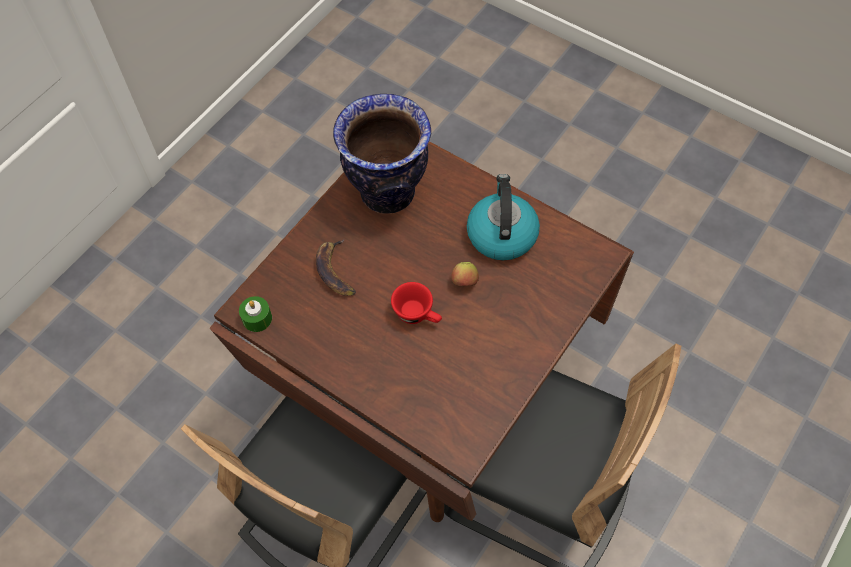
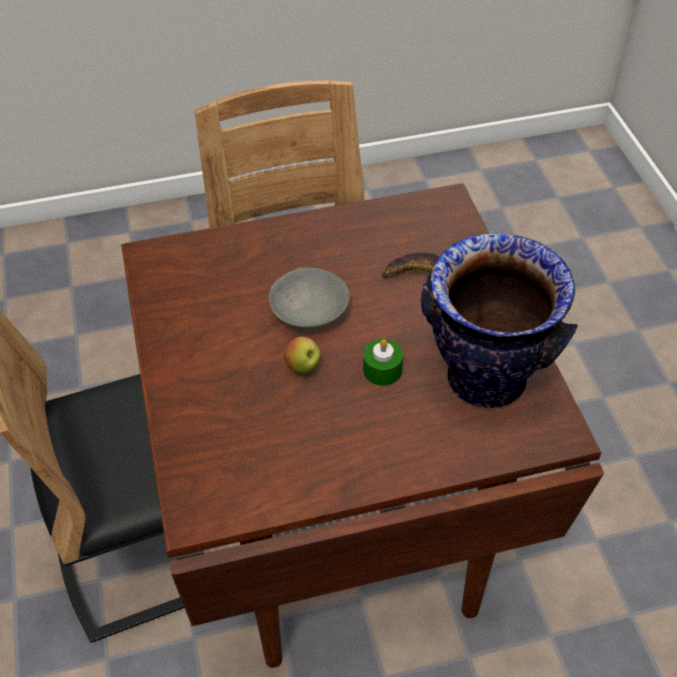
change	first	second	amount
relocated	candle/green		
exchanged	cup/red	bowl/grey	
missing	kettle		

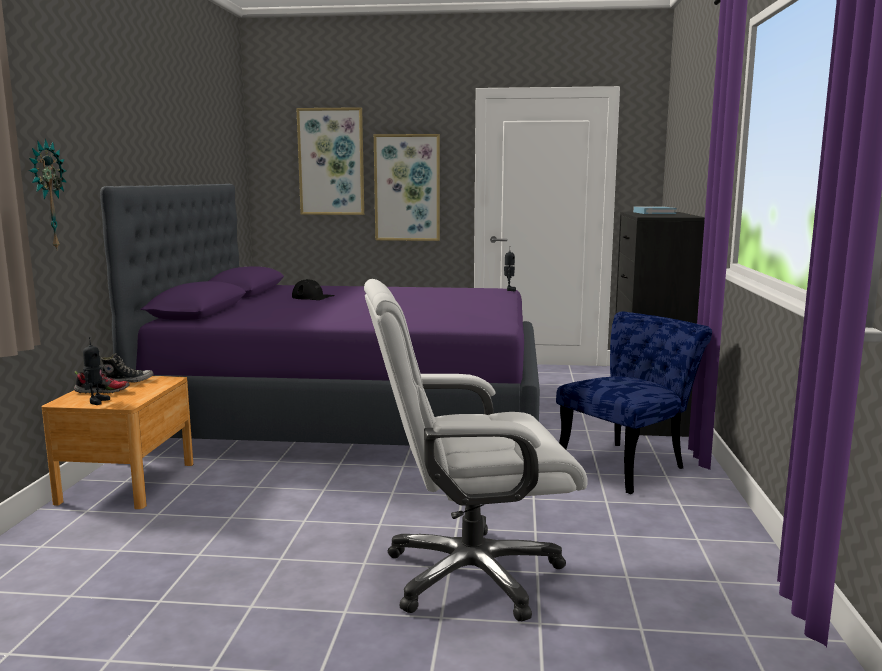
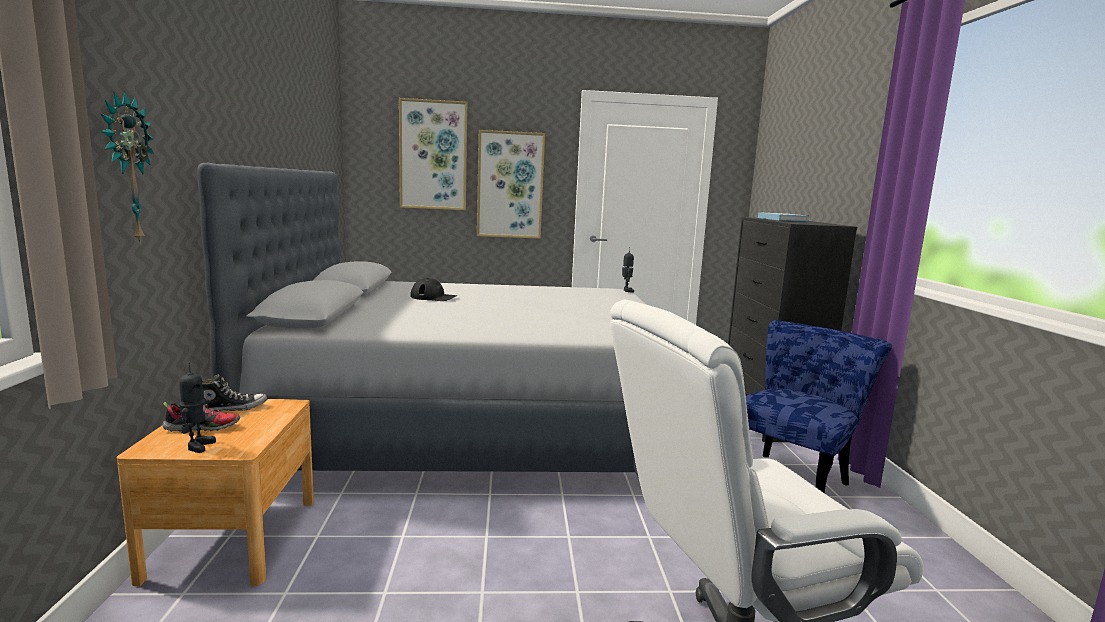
change	first	second	amount
colour	bed/purple	bed/grey	

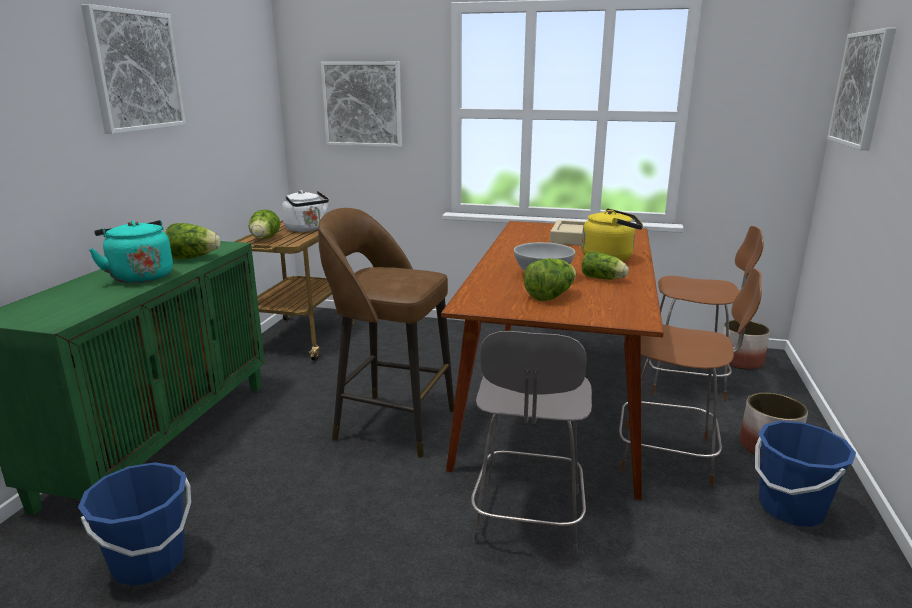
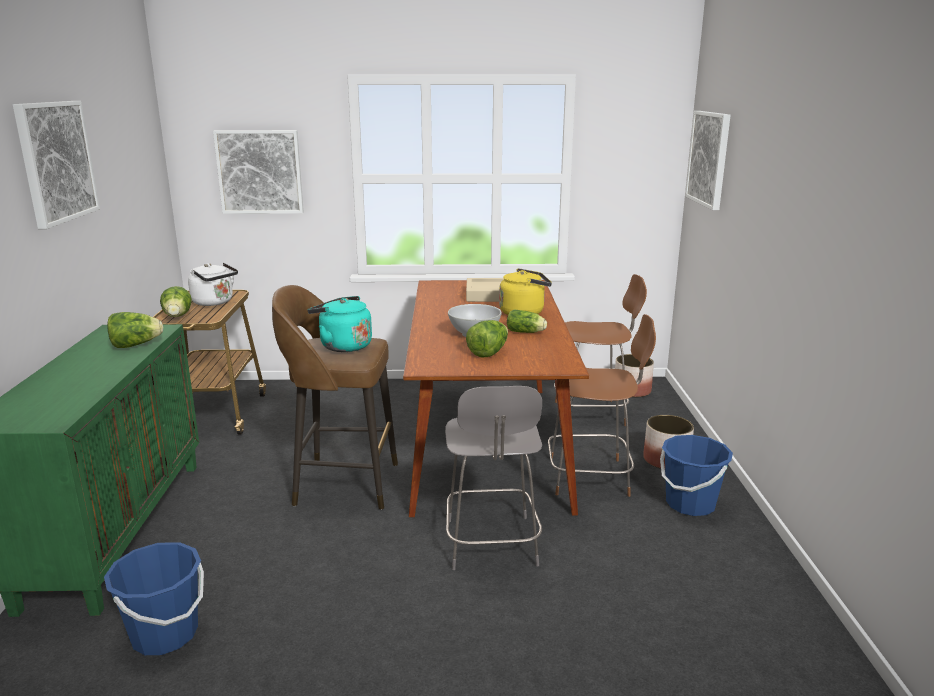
change	first	second	amount
relocated	kettle/turquoise		

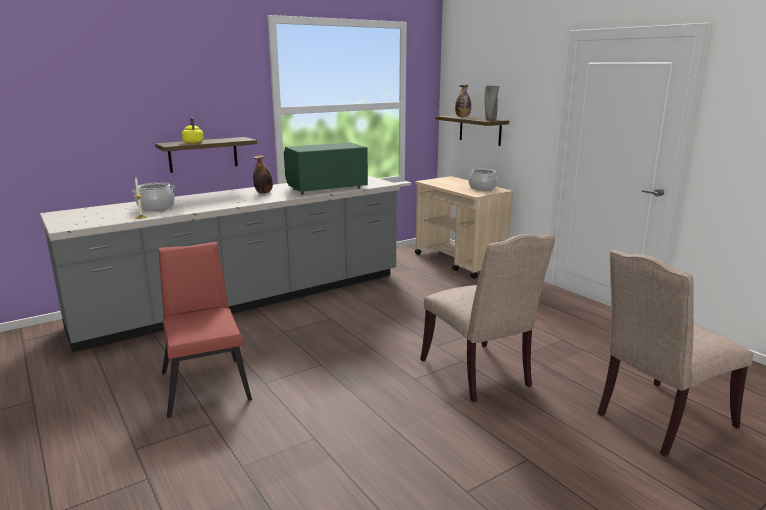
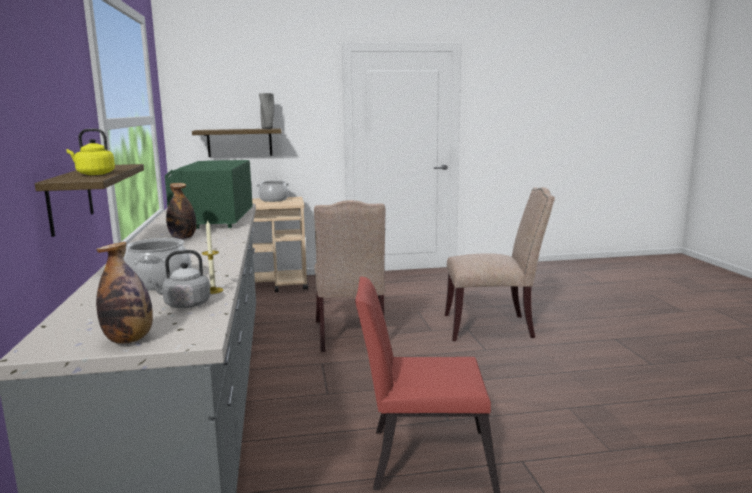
change	first	second	amount
relocated	bottle (no. 2 from left in the first image)	bottle (no. 1 from left)	
relocated	chair/beige (no. 2 from left in the first image)	chair/beige (no. 1 from left)	
appeared		kettle/grey	

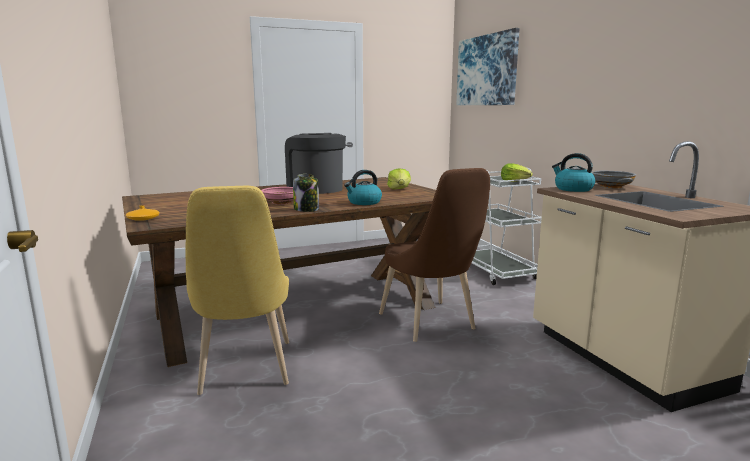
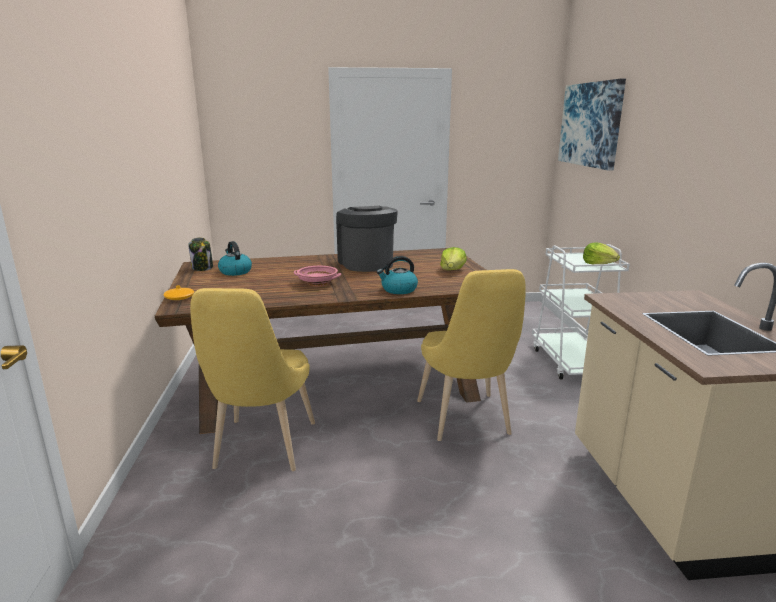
change	first	second	amount
relocated	jar		
colour	chair/brown	chair/yellow (no. 2 from left)	
relocated	kettle (no. 2 from left in the first image)	kettle (no. 1 from left)	
missing	bowl/grey		

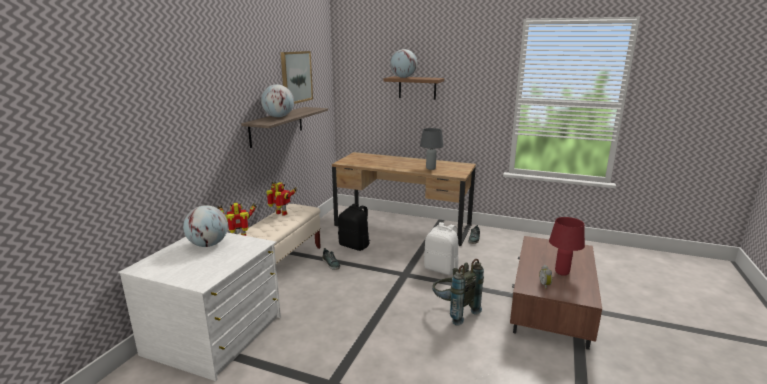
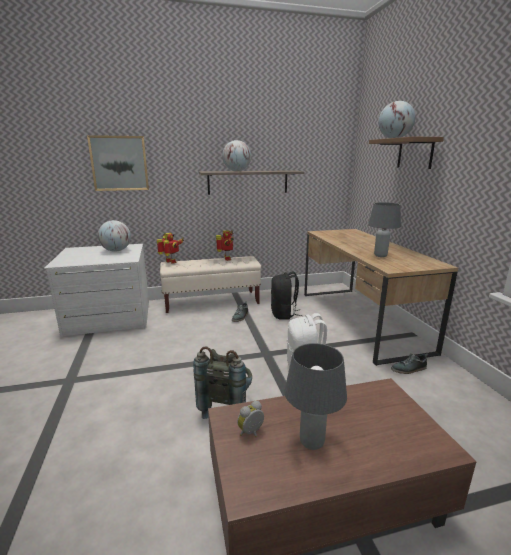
change	first	second	amount
relocated	picture		
colour	table lamp/red	table lamp/grey (no. 1 from left)	

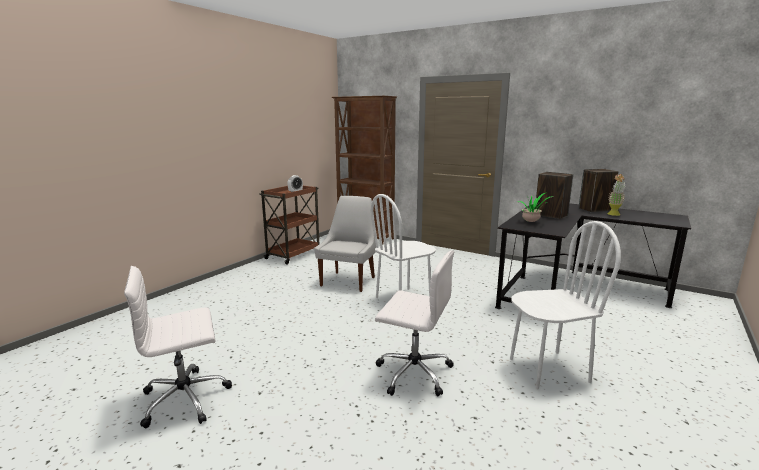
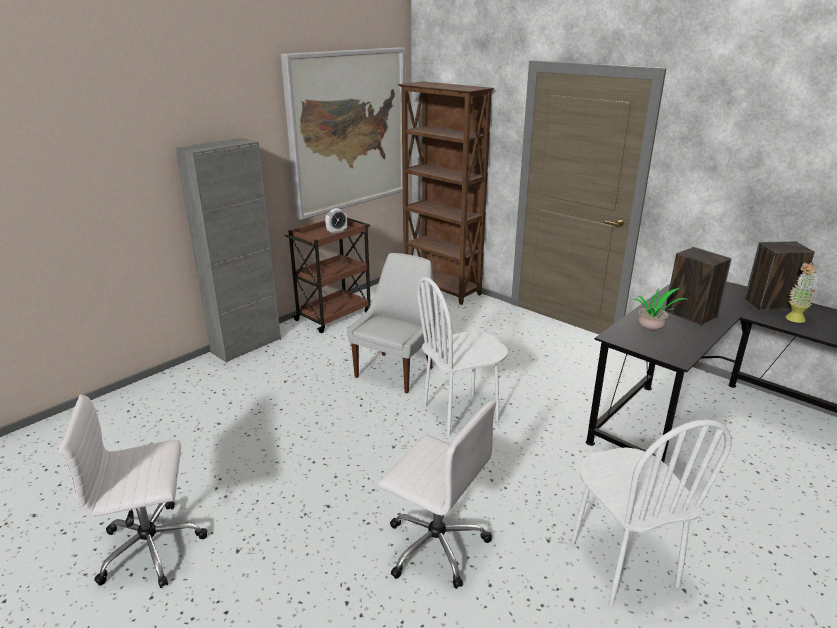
change	first	second	amount
spun	chair/white (no. 3 from left)		75 degrees clockwise
appeared		cabinet/grey	
appeared		picture	

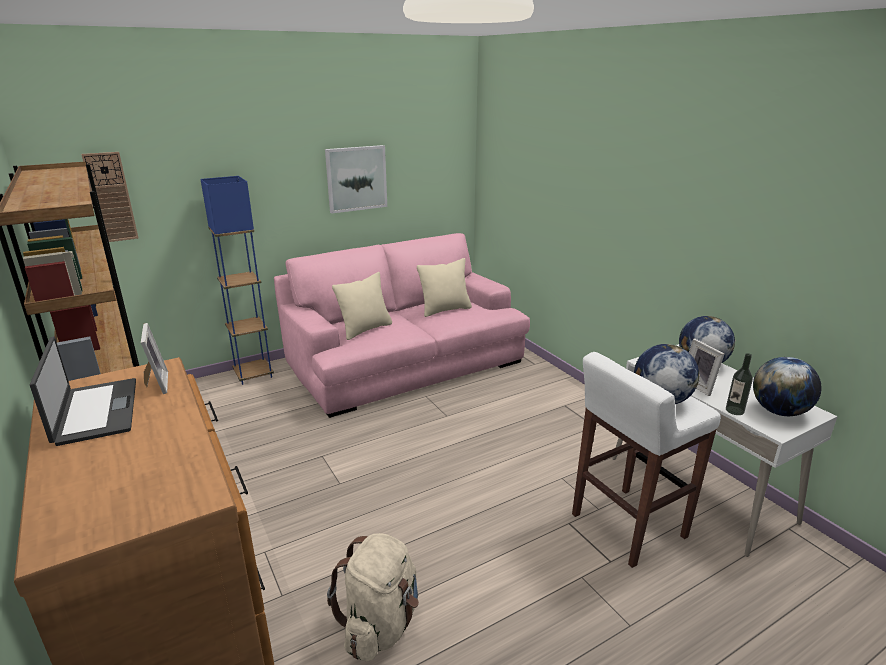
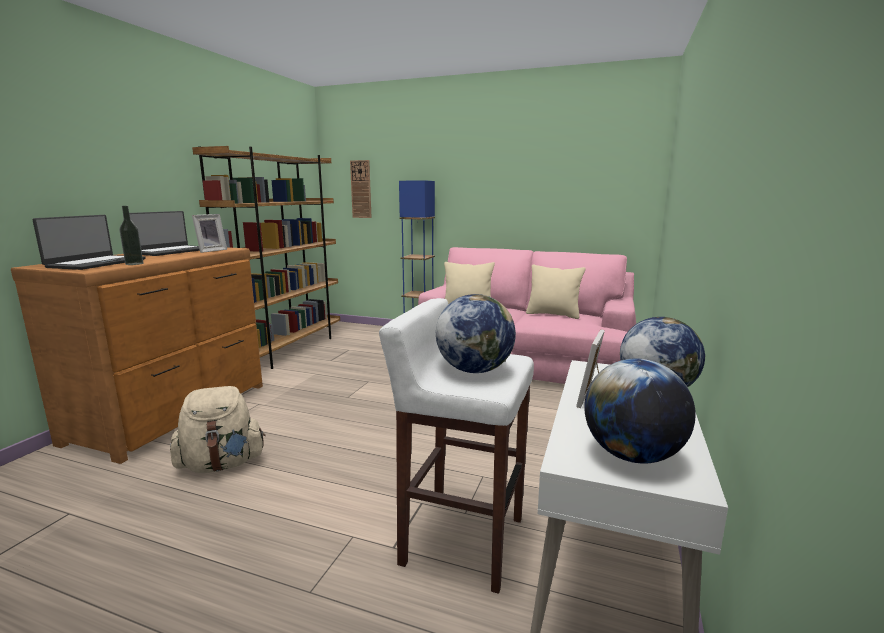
change	first	second	amount
missing	picture		
relocated	bottle		
appeared		laptop (no. 1 from left)	

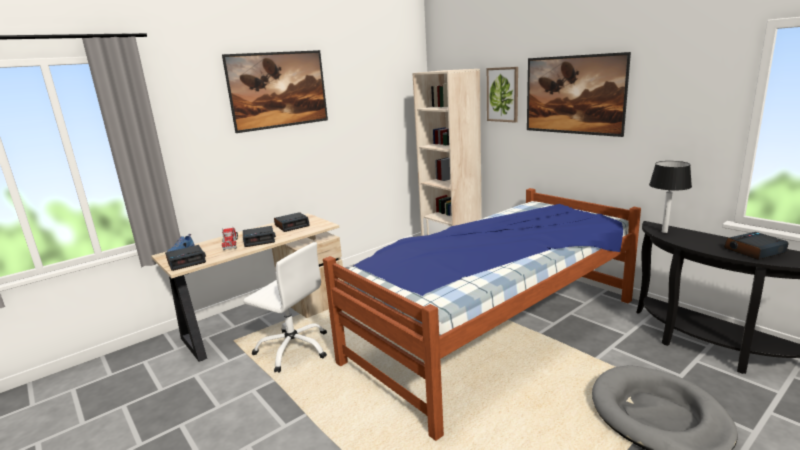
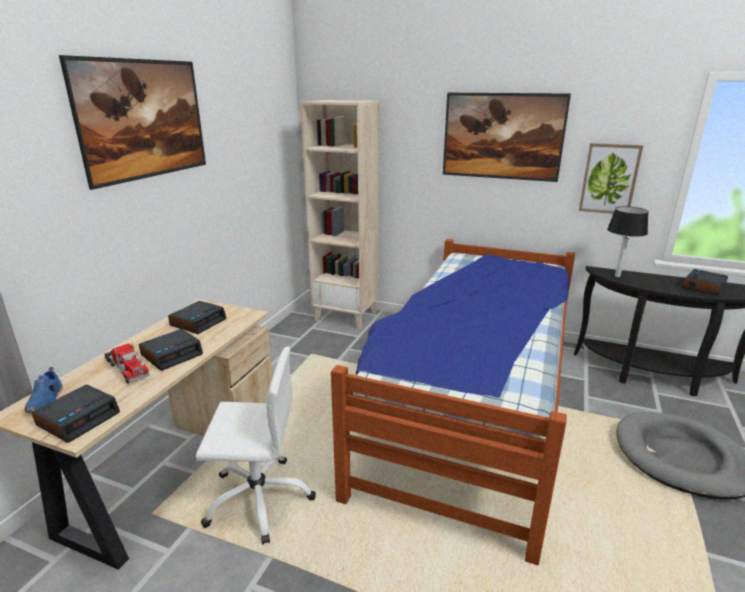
change	first	second	amount
relocated	picture (no. 2 from left in the first image)	picture (no. 3 from left)	

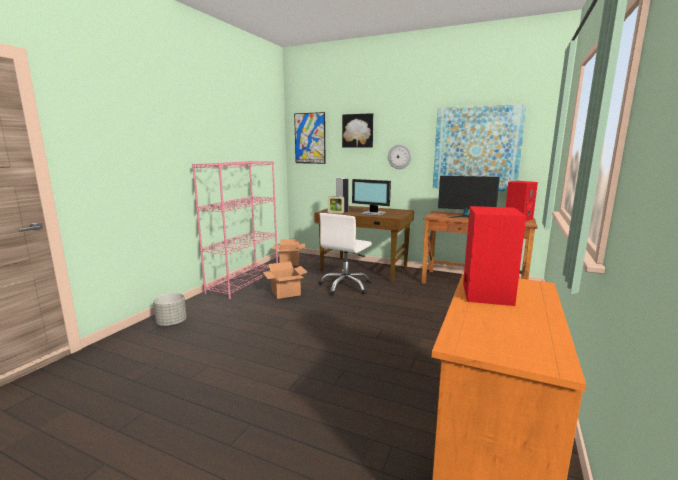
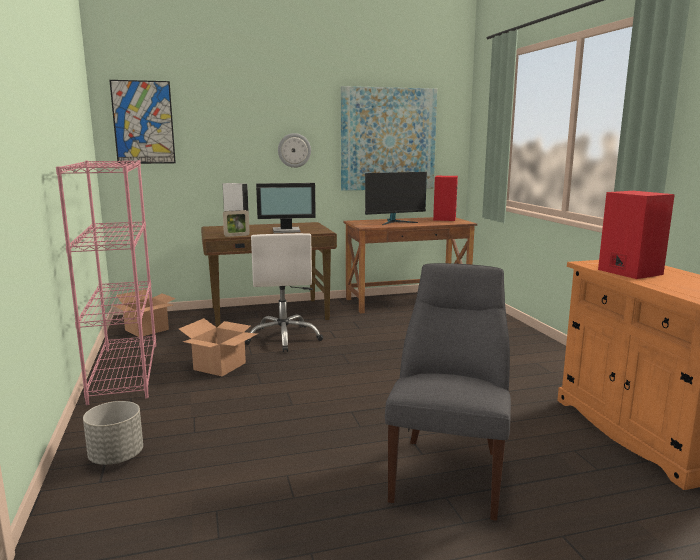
change	first	second	amount
missing	picture (no. 2 from left)		
appeared		chair/grey	

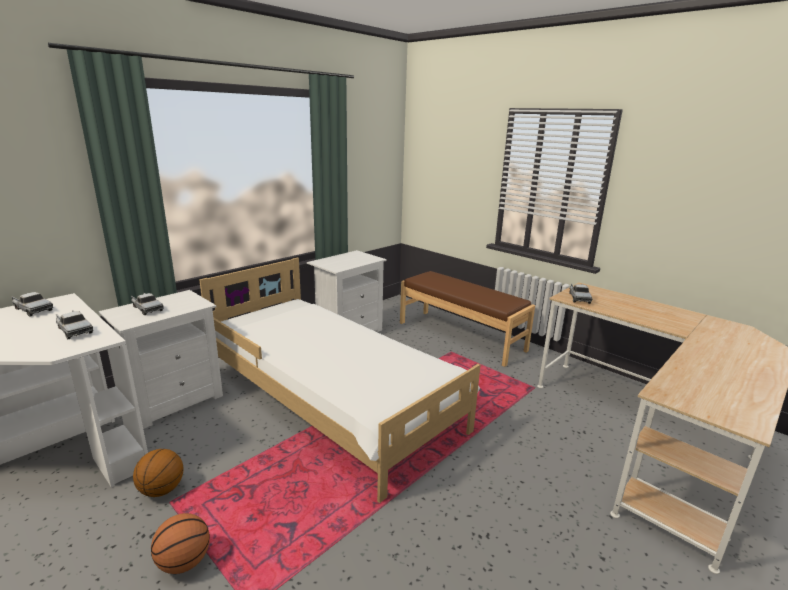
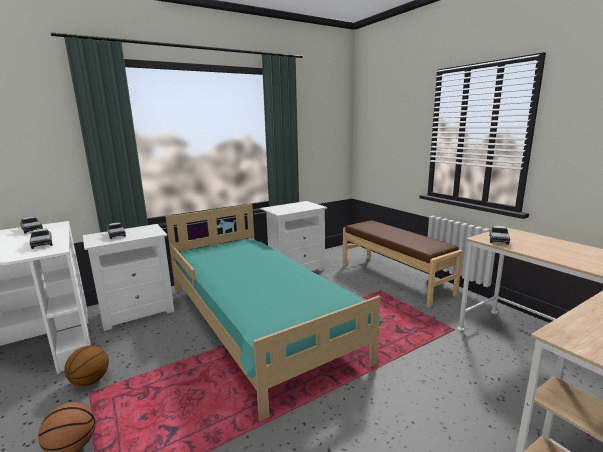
change	first	second	amount
colour	bed/white	bed/turquoise	

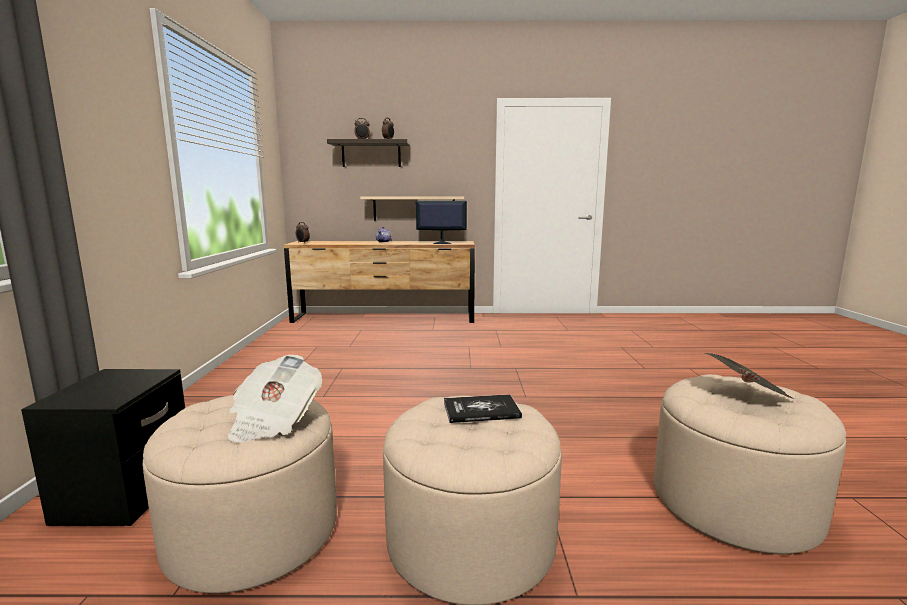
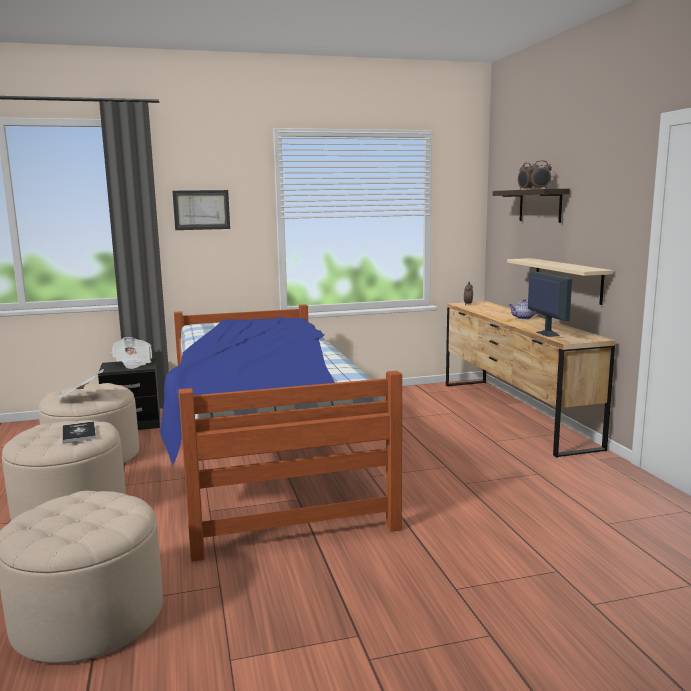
change	first	second	amount
relocated	newspaper (no. 2 from left)		
appeared		bed	
appeared		picture	

